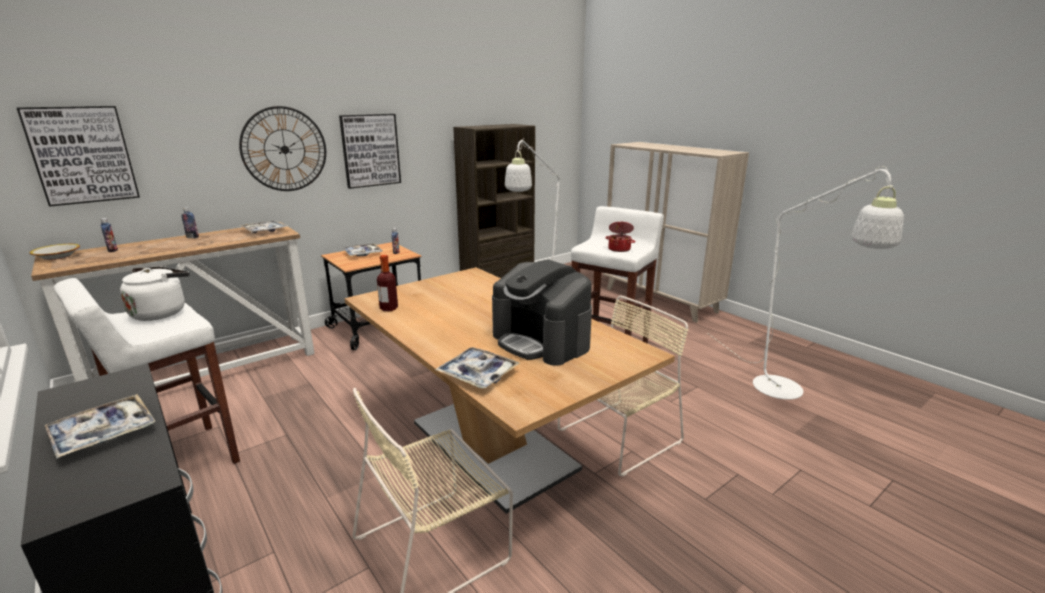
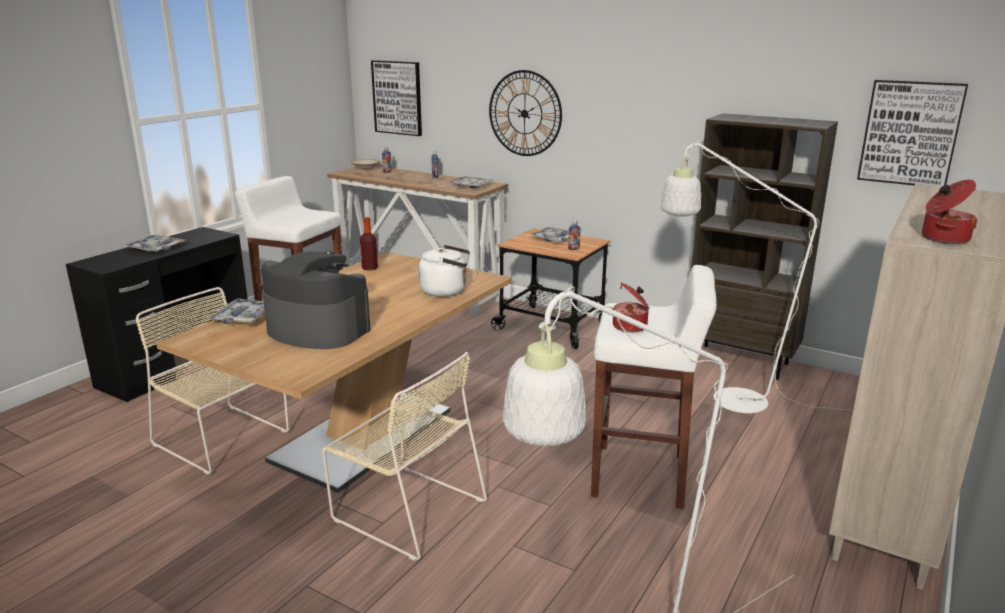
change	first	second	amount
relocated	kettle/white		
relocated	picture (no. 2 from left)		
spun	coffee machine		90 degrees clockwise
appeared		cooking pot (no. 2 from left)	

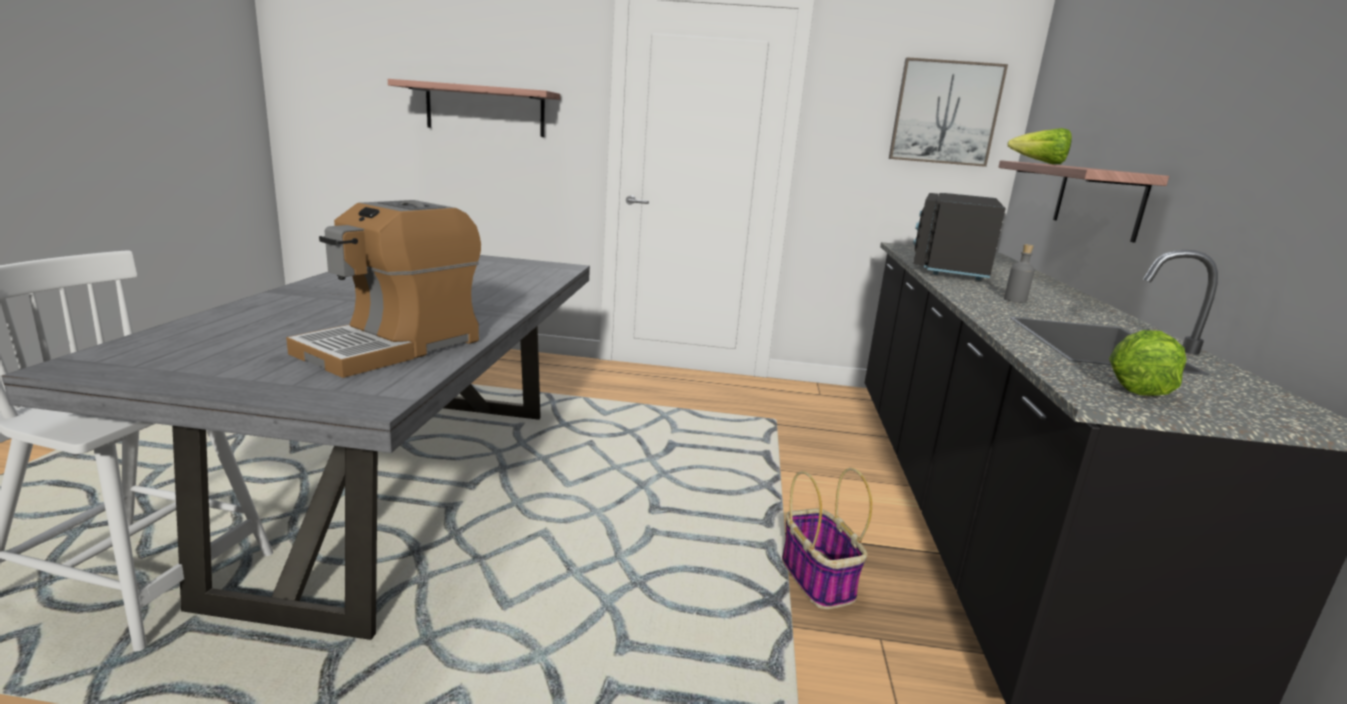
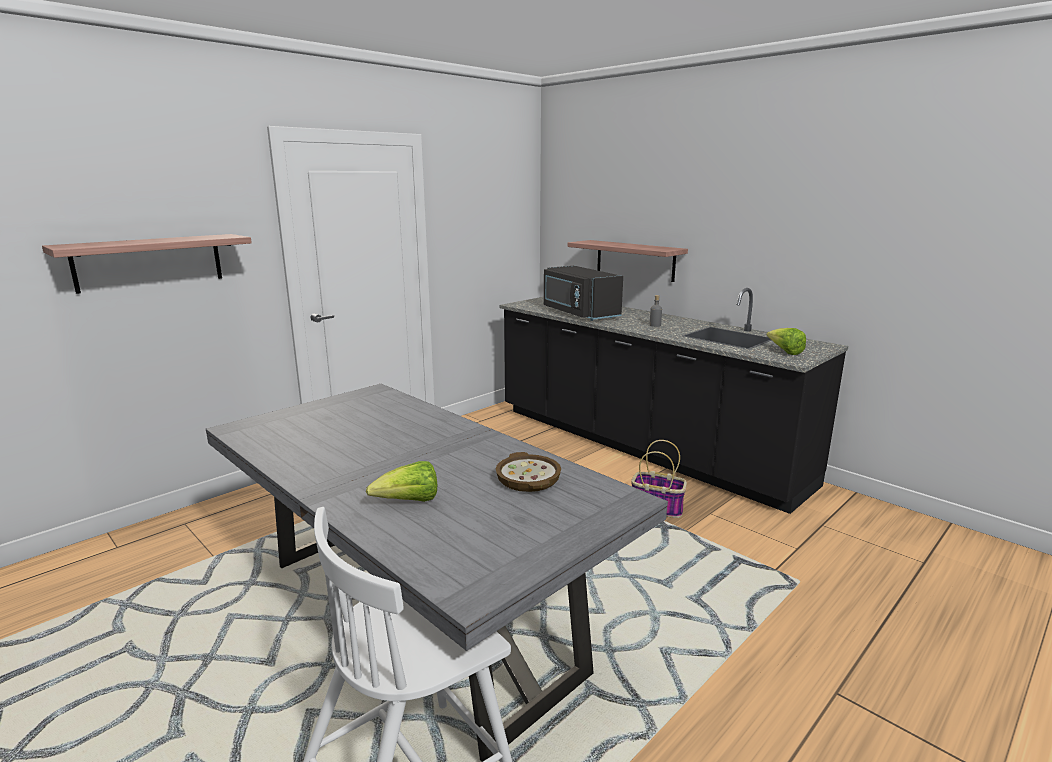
change	first	second	amount
exchanged	coffee machine	bowl	
missing	picture		
relocated	lettuce (no. 1 from left)		

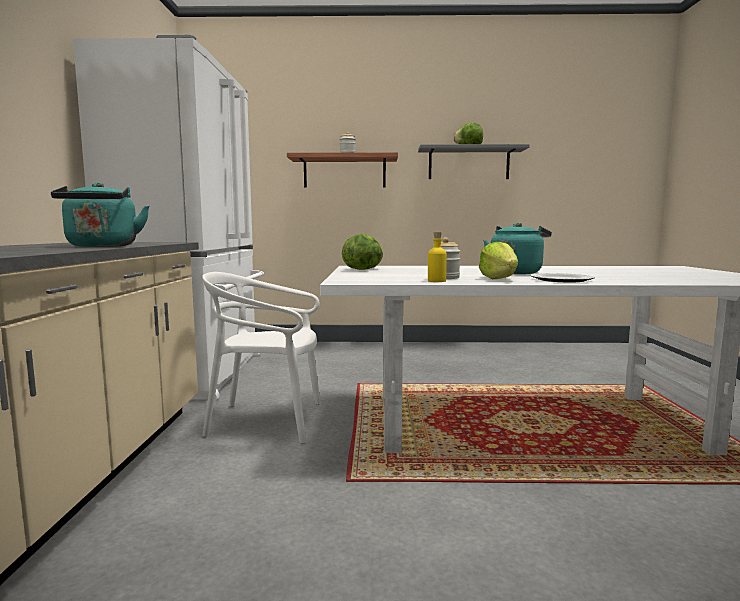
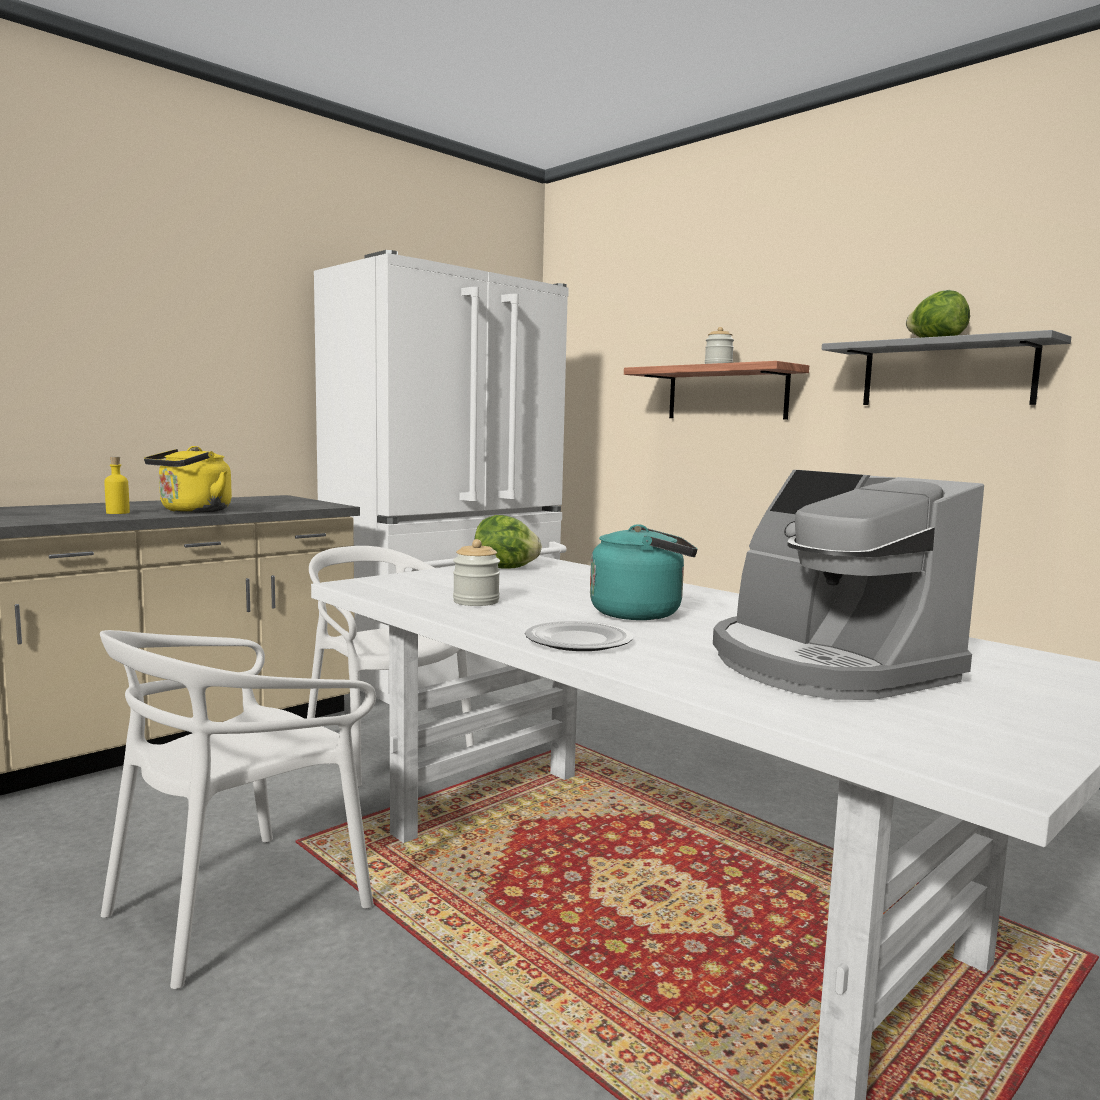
change	first	second	amount
colour	kettle/turquoise (no. 1 from left)	kettle/yellow	
relocated	bottle/yellow		
missing	lettuce (no. 3 from left)		
appeared		chair/white (no. 1 from left)	
appeared		coffee machine	

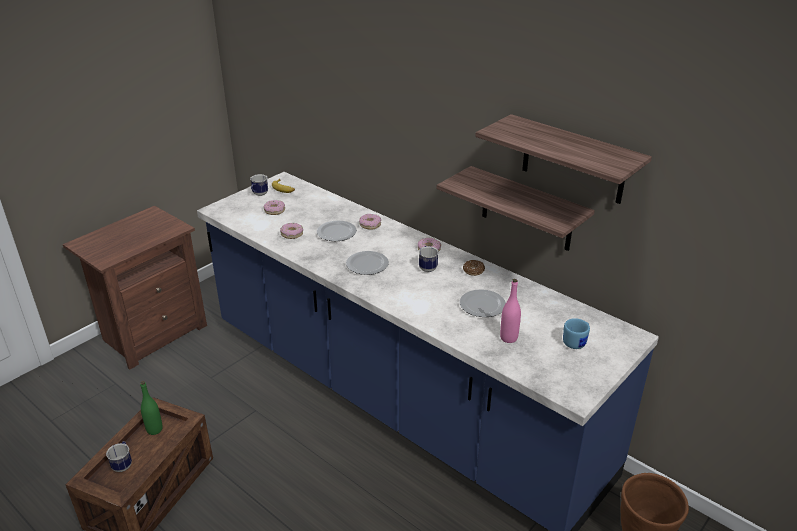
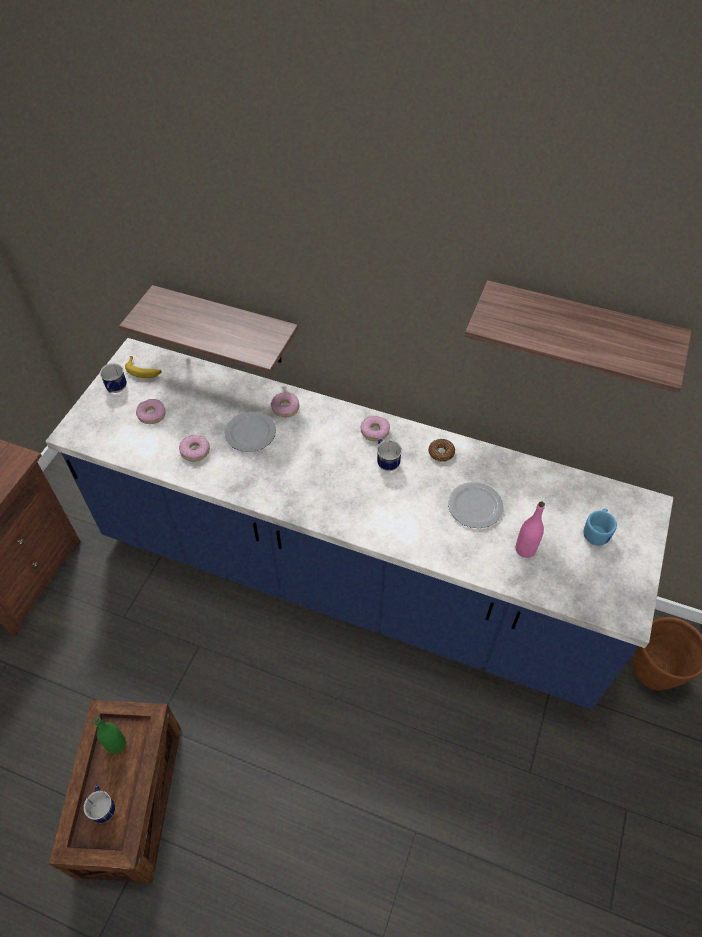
change	first	second	amount
missing	plate (no. 2 from left)		
relocated	shelf (no. 1 from left)		

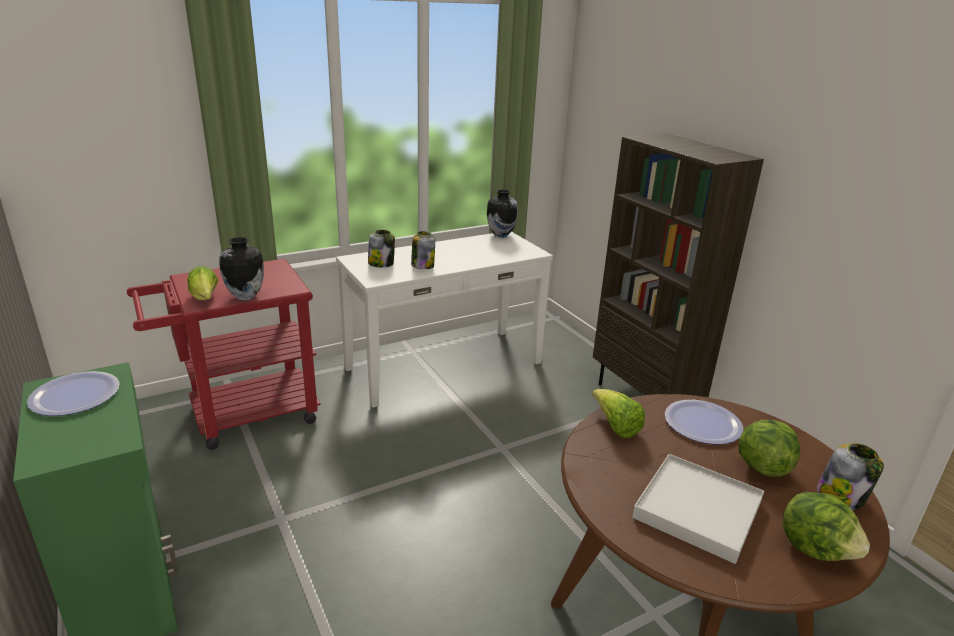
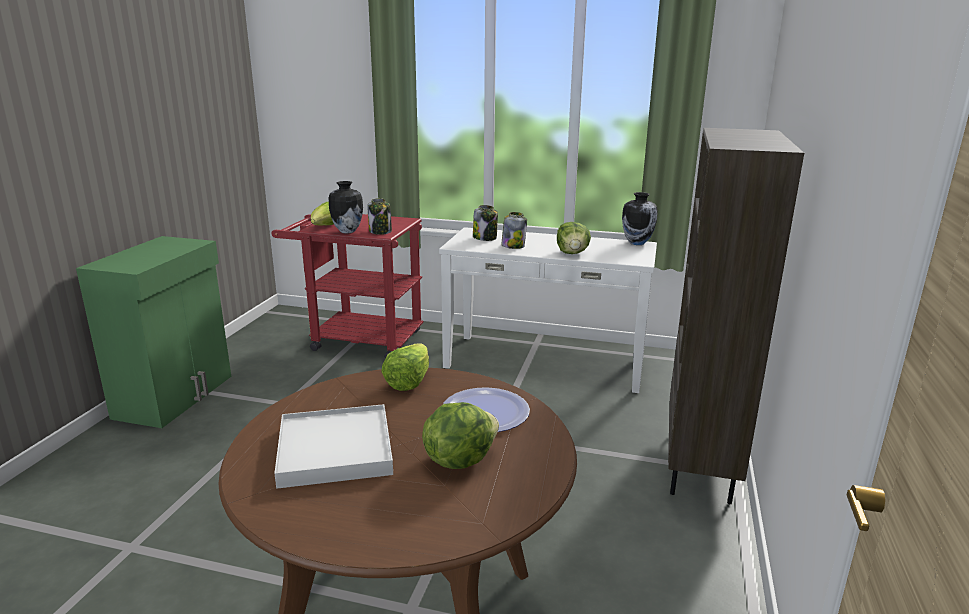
change	first	second	amount
missing	plate (no. 1 from left)		
relocated	lettuce (no. 4 from left)		
relocated	jar (no. 3 from left in the first image)	jar (no. 1 from left)	

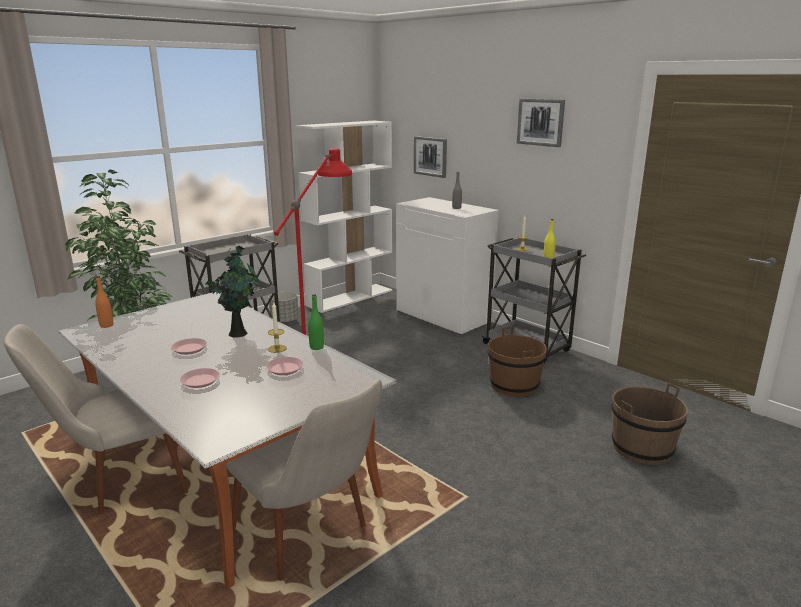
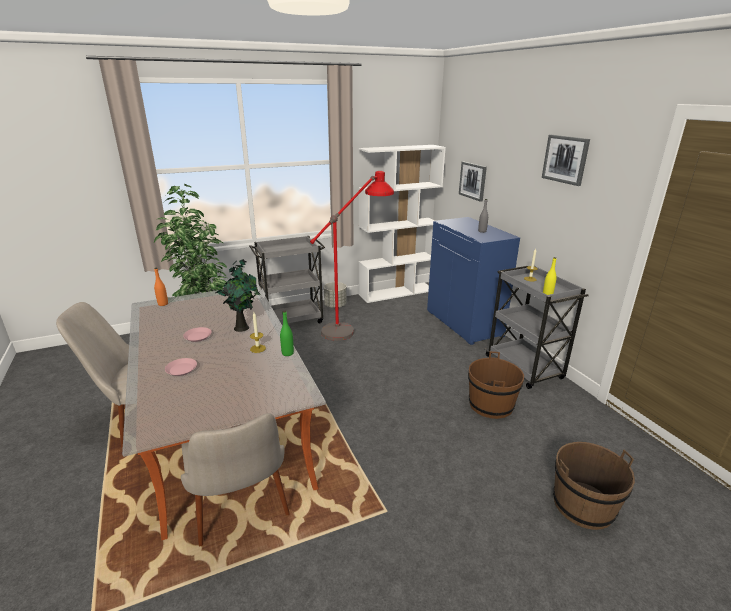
change	first	second	amount
missing	plate/pink (no. 3 from left)		
colour	cabinet/white	cabinet/blue	

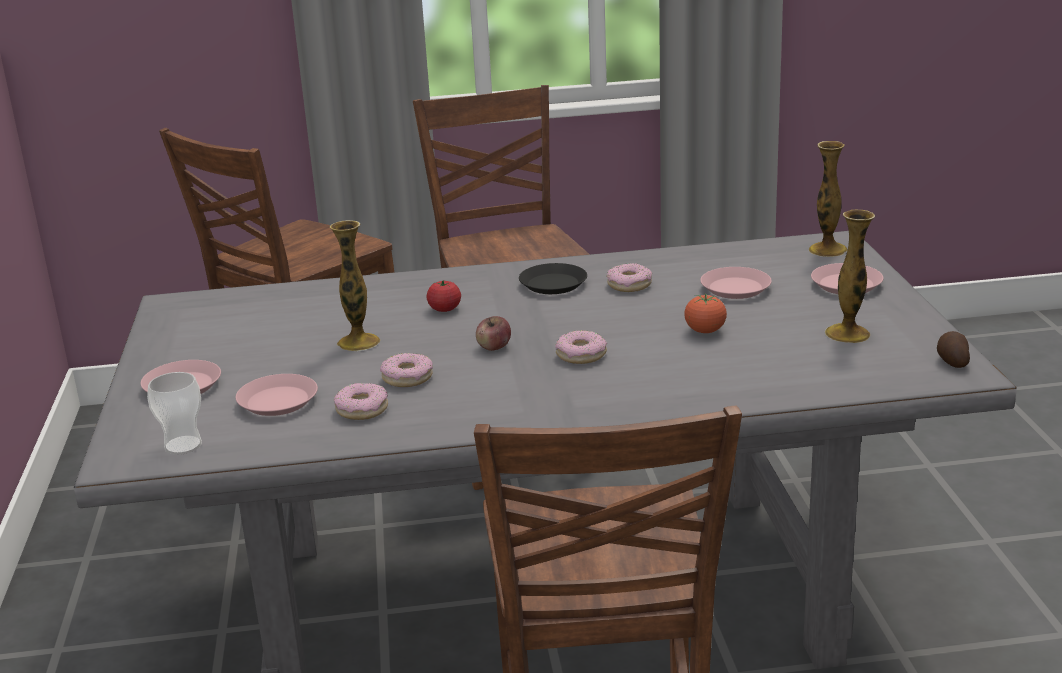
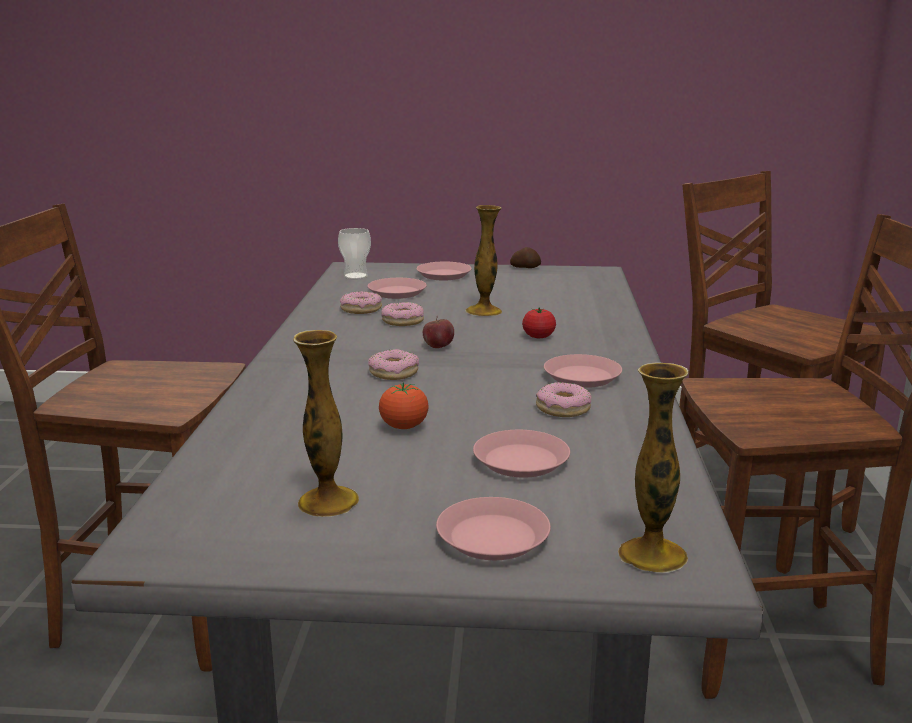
change	first	second	amount
colour	plate/black	plate/pink (no. 5 from left)	
relocated	potato		

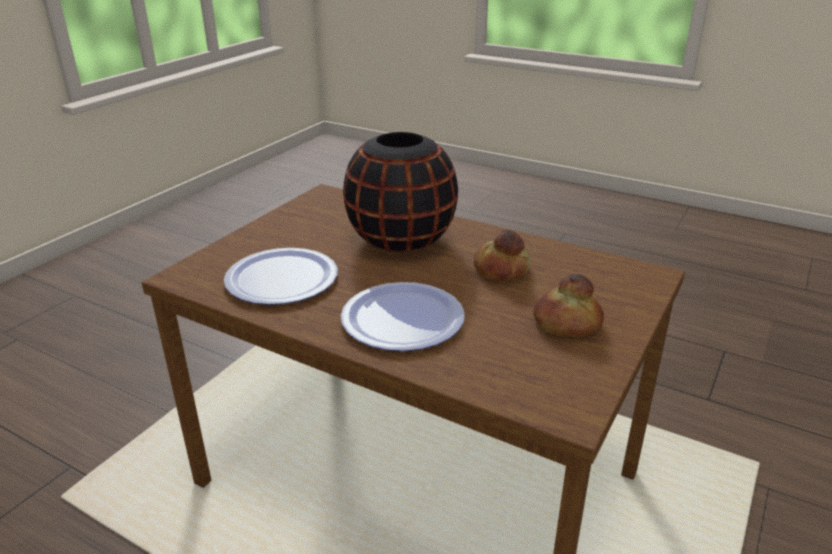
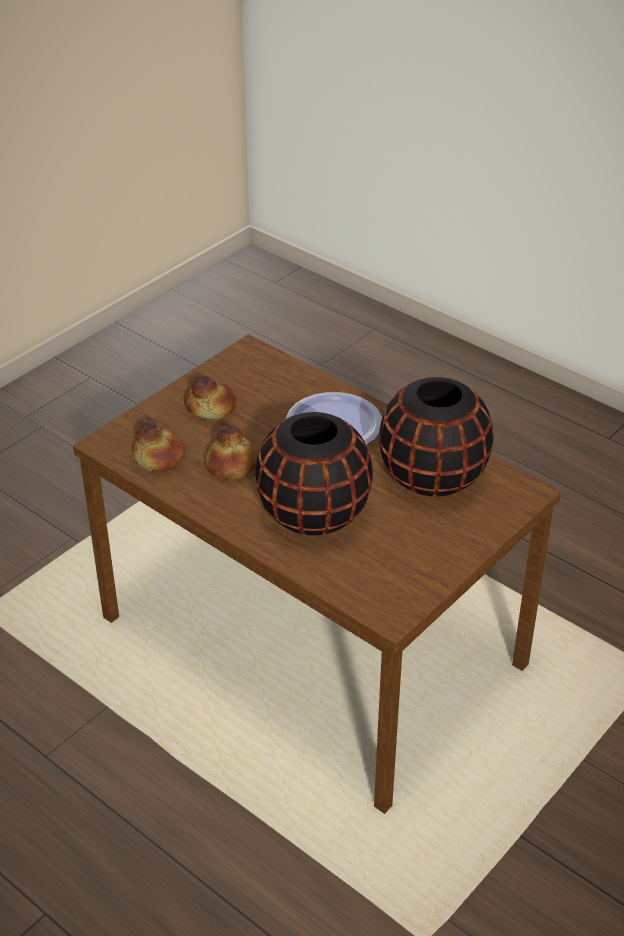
change	first	second	amount
exchanged	plate (no. 1 from left)	vase/black (no. 2 from left)	
appeared		bread (no. 1 from left)	

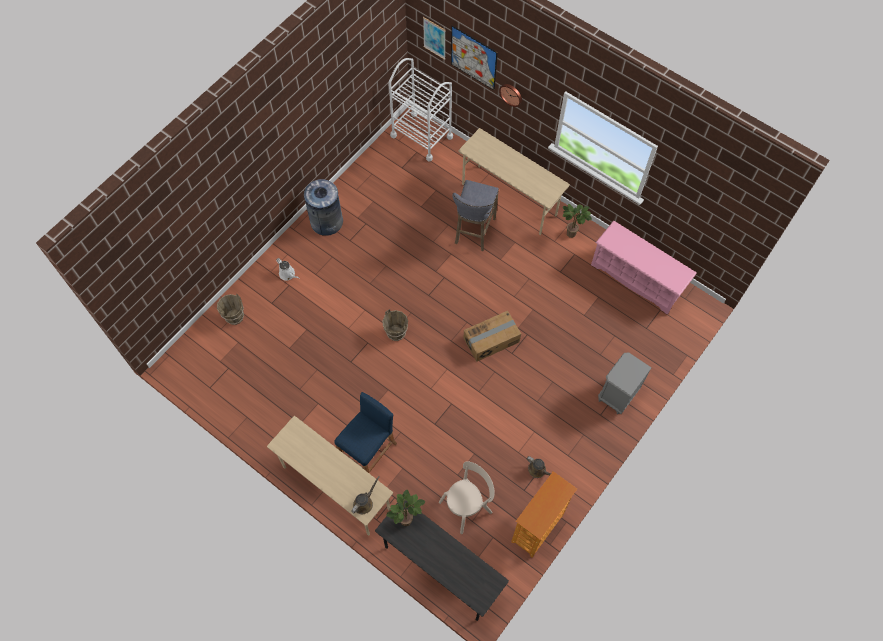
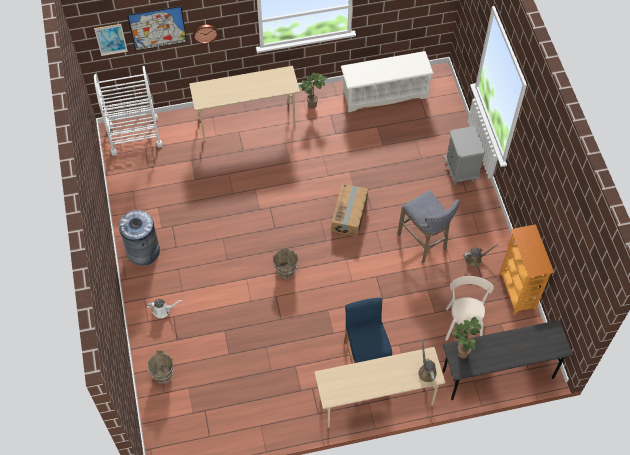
change	first	second	amount
relocated	stool/grey		
colour	shoe rack/pink	shoe rack/white	

